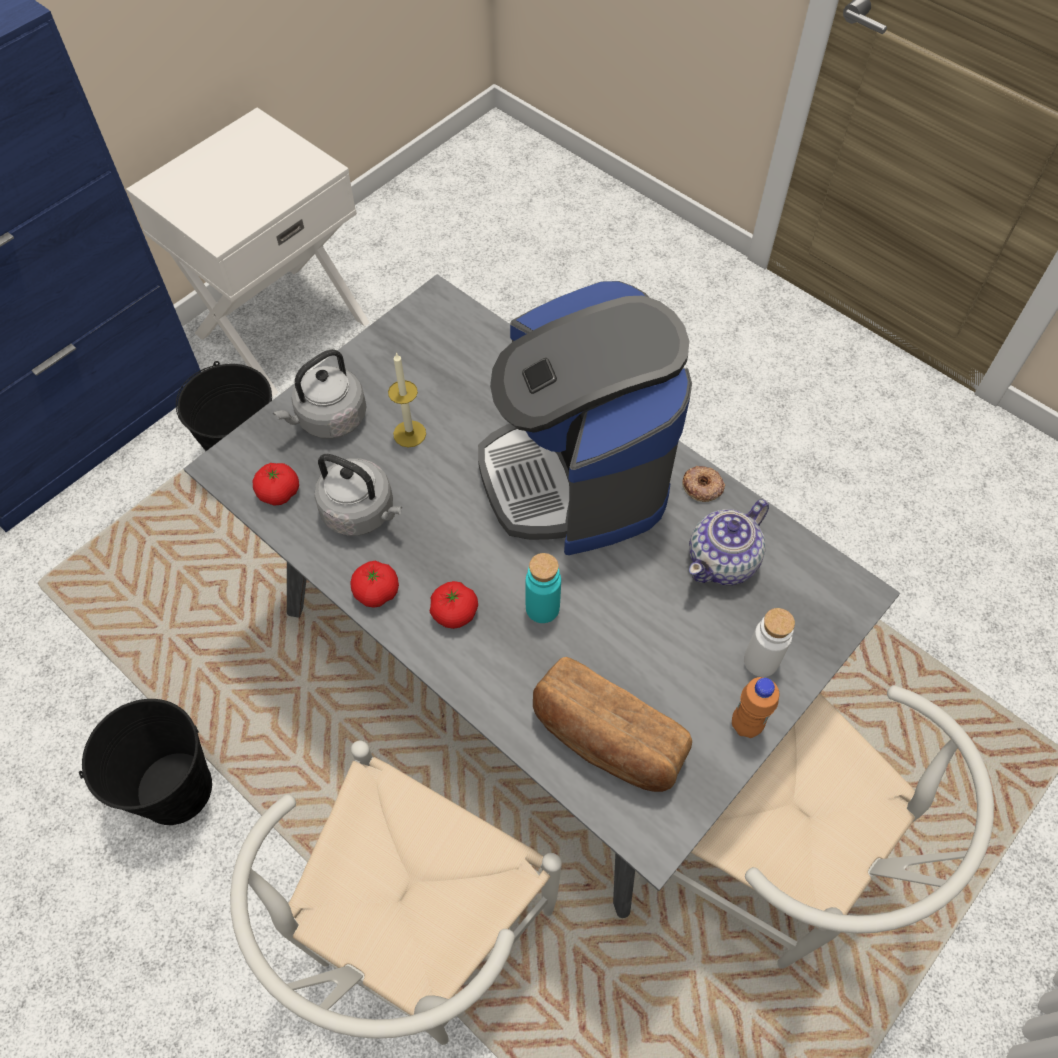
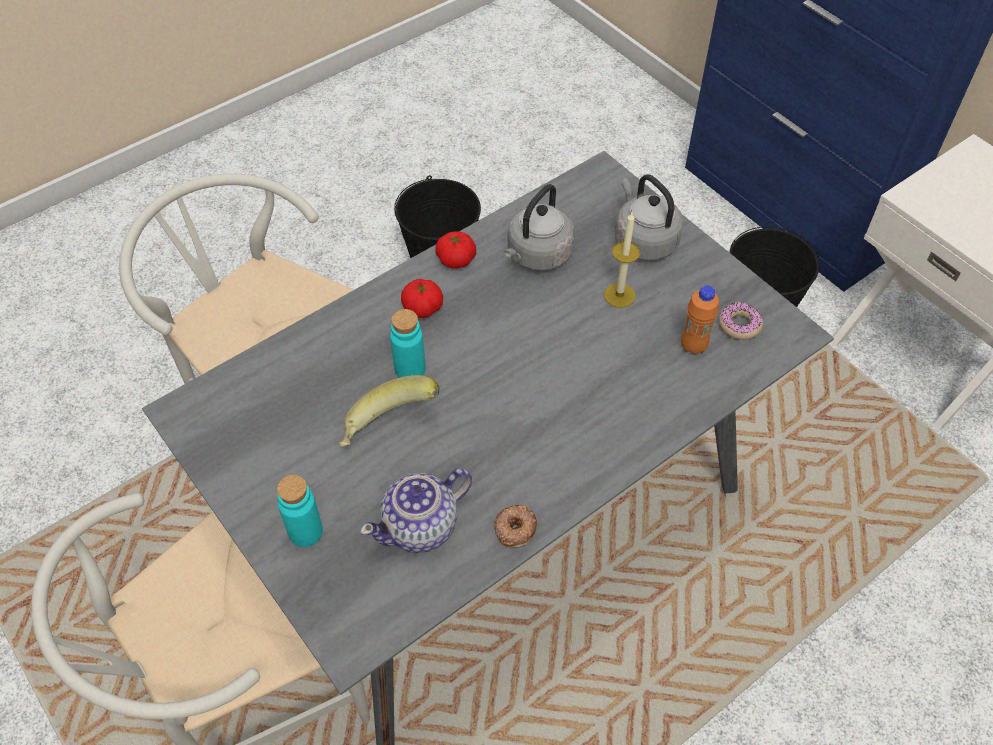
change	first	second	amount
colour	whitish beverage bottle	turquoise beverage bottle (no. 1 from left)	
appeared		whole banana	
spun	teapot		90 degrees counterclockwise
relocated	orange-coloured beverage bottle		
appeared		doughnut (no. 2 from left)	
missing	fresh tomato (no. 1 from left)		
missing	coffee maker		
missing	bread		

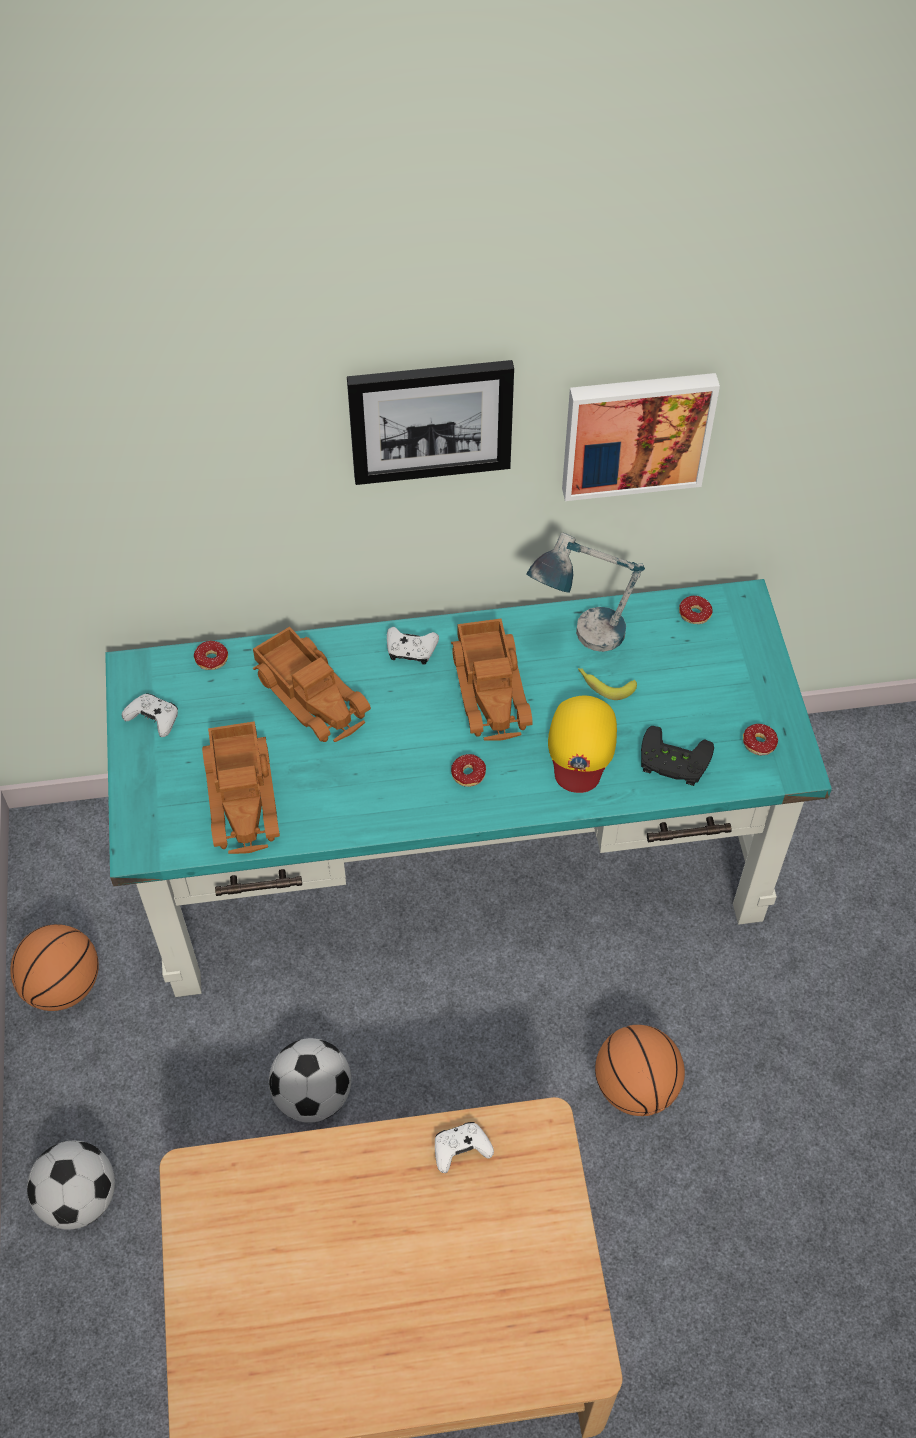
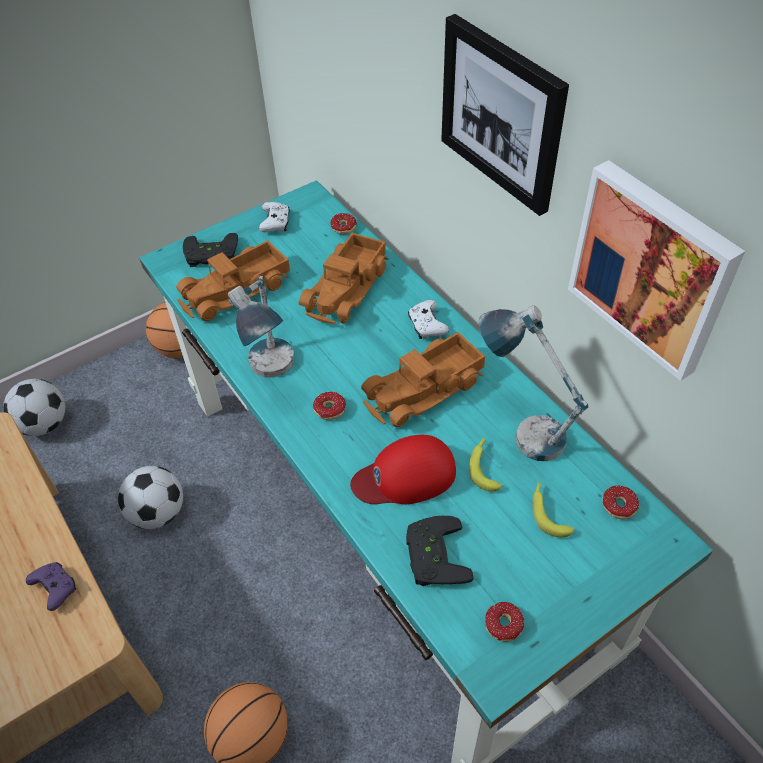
change	first	second	amount
colour	whitish game controller (no. 3 from left)	purple game controller	
appeared		black-coloured game controller (no. 1 from left)	
appeared		lamp for a table (no. 1 from left)	
colour	yellow-coloured peaked cap	reddish peaked cap	
appeared		whole banana (no. 2 from left)	

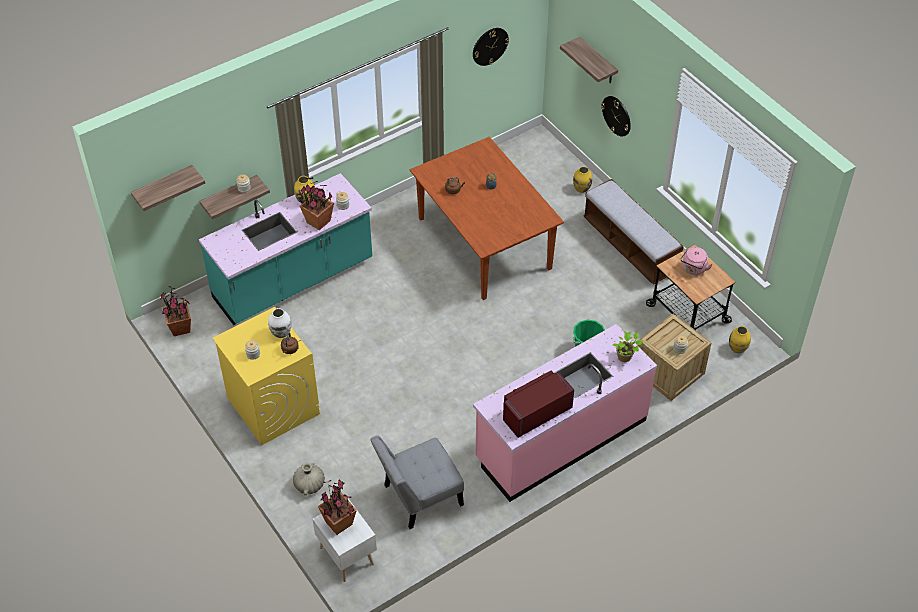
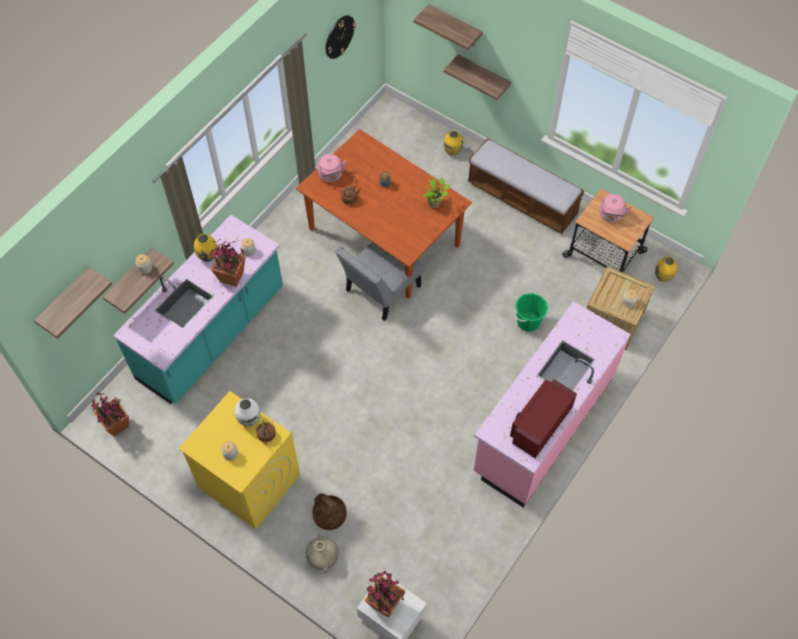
change	first	second	amount
appeared		household basket	
appeared		pink-coloured tea kettle (no. 1 from left)	
relocated	greyish plain chair		
relocated	houseplant (no. 4 from left)		
exchanged	wall clock (no. 2 from left)	wall shelf (no. 4 from left)	

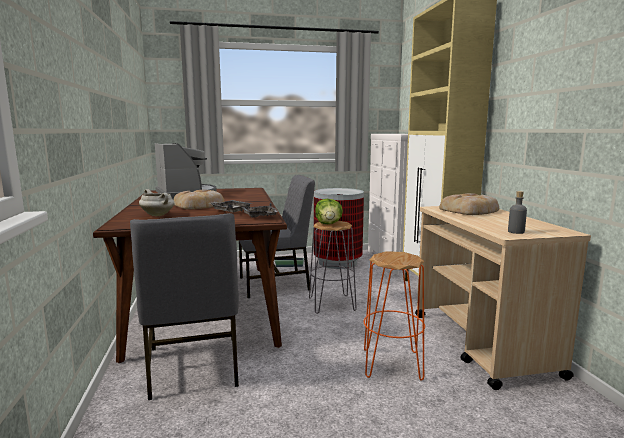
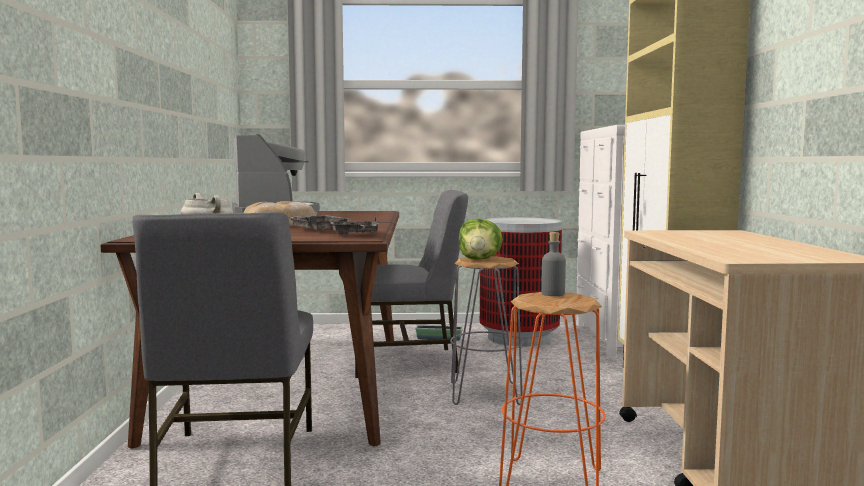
change	first	second	amount
relocated	greyish beverage bottle		
missing	bread (no. 2 from left)		

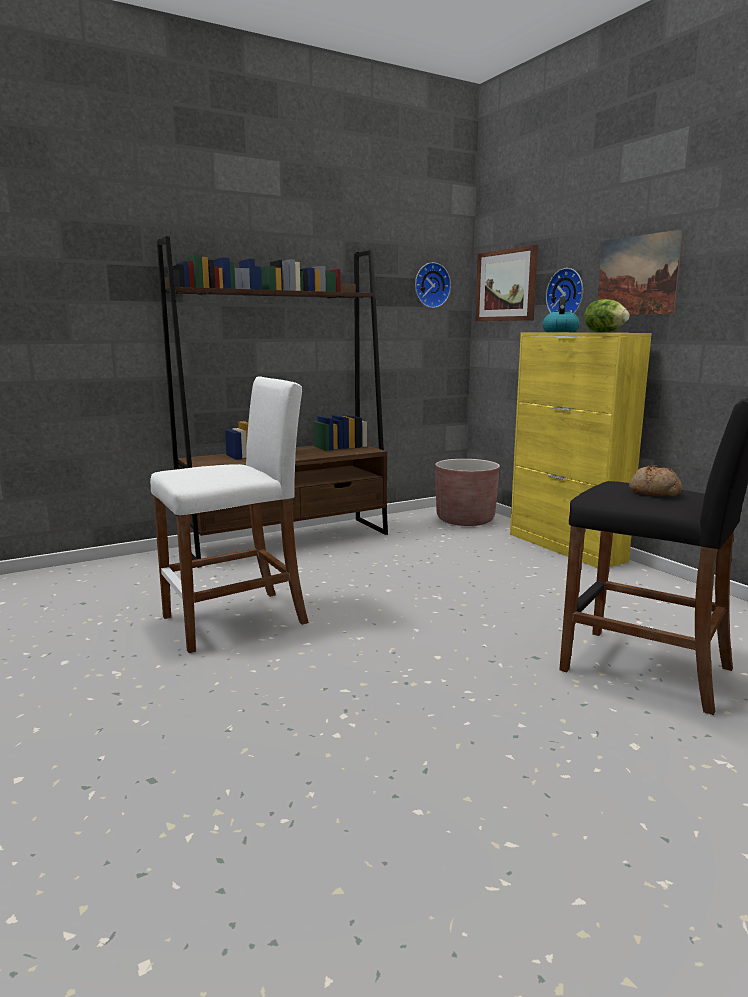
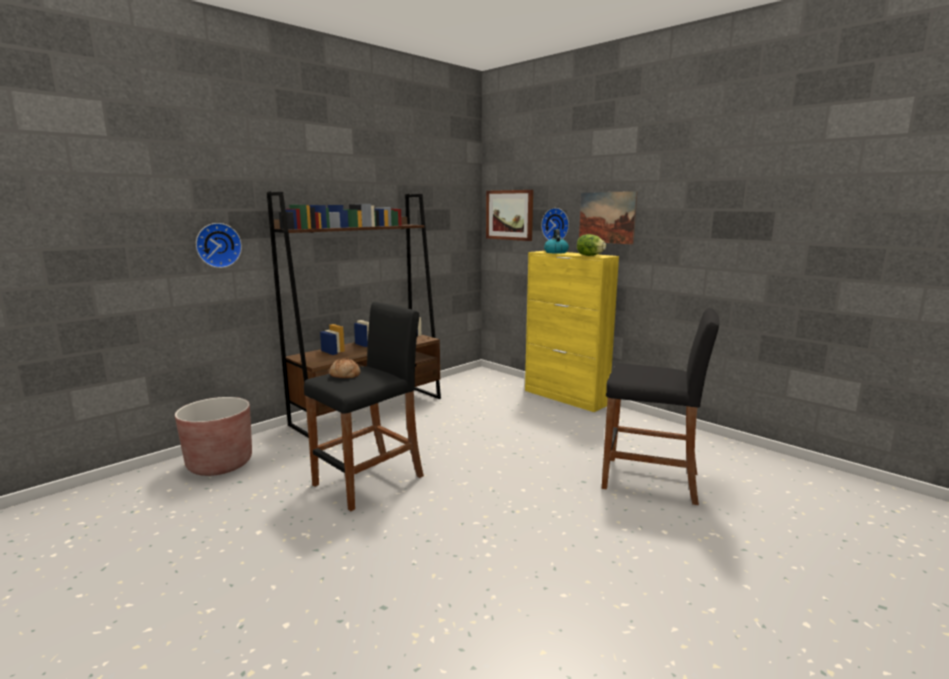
change	first	second	amount
relocated	brown-coloured planter		
relocated	wall clock (no. 1 from left)		
colour	whitish sitting stool	black-coloured sitting stool (no. 1 from left)	
relocated	bread		

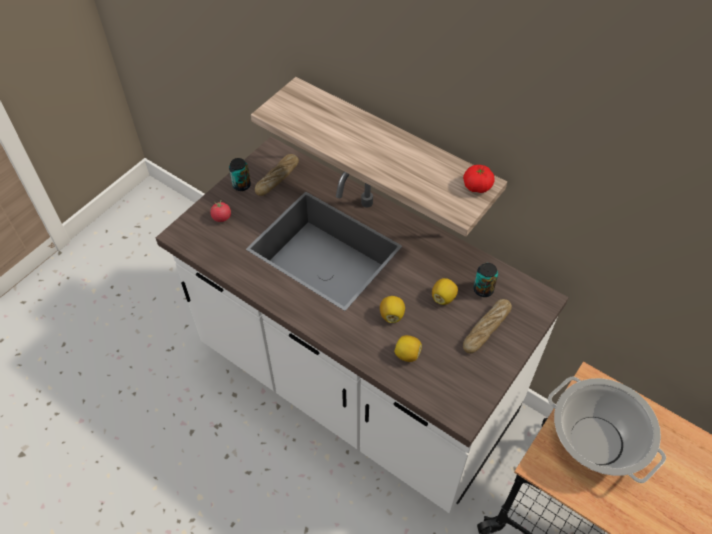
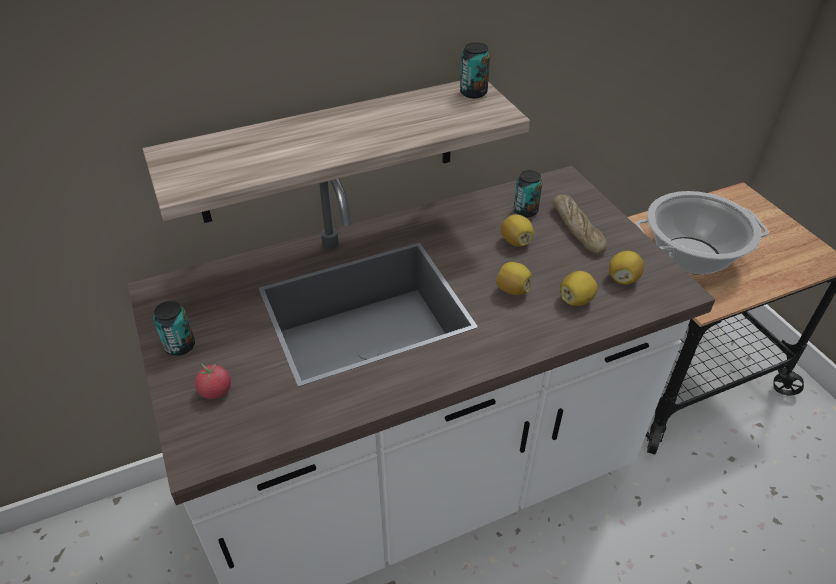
change	first	second	amount
exchanged	fresh tomato (no. 2 from left)	sealed can (no. 2 from left)	
appeared		citrus fruit (no. 4 from left)	
missing	bread (no. 1 from left)		

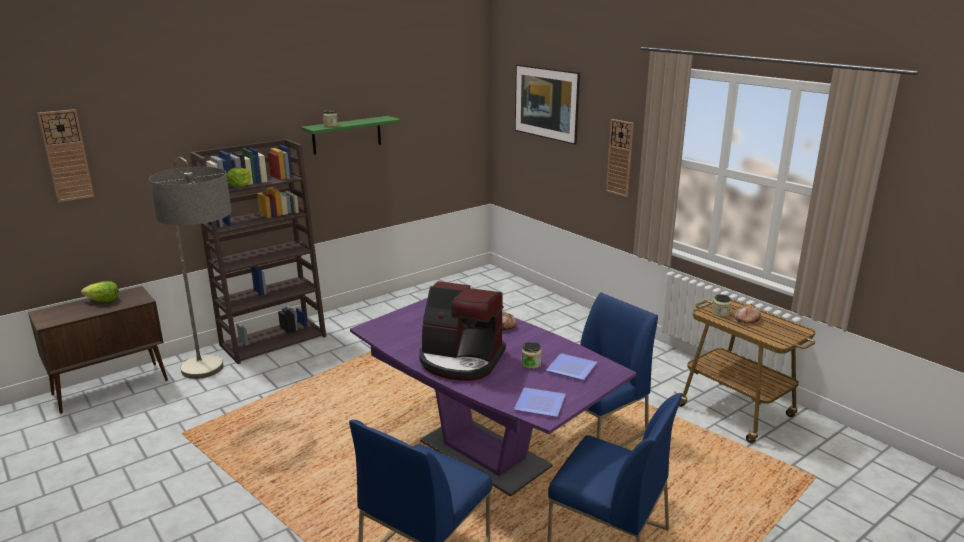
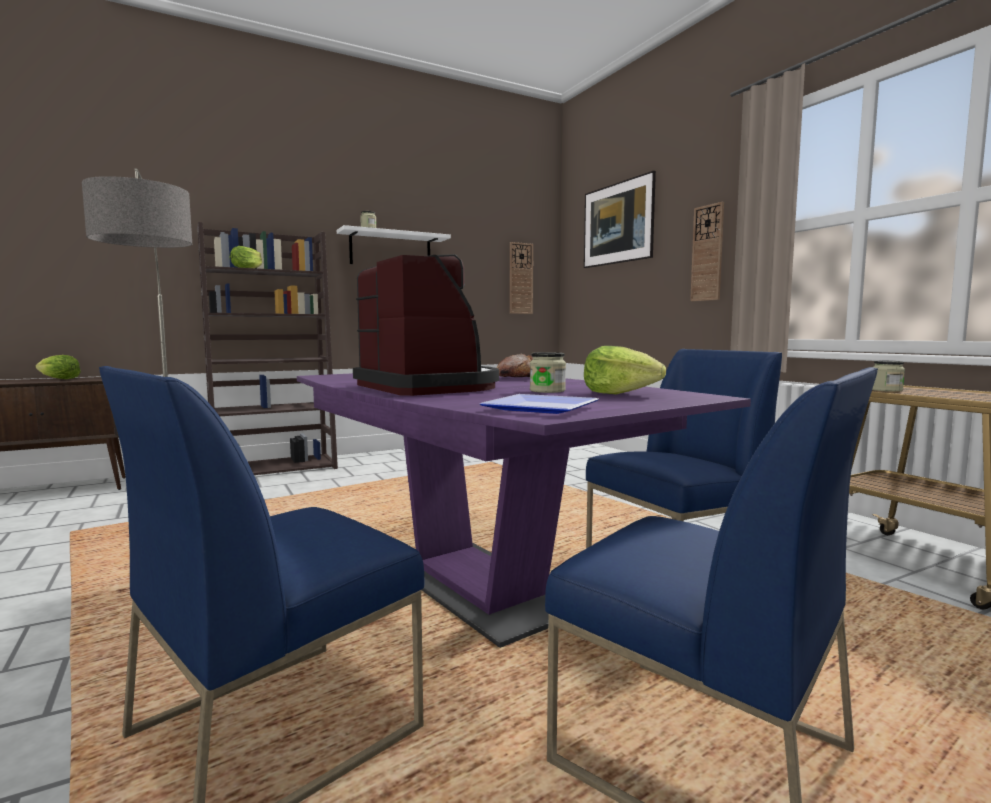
change	first	second	amount
colour	greenish wall shelf	whitish wall shelf	
spun	coffee maker		150 degrees counterclockwise
relocated	wall clock (no. 1 from left)		
exchanged	dinner plate (no. 2 from left)	head of lettuce (no. 3 from left)	
missing	bread (no. 2 from left)		

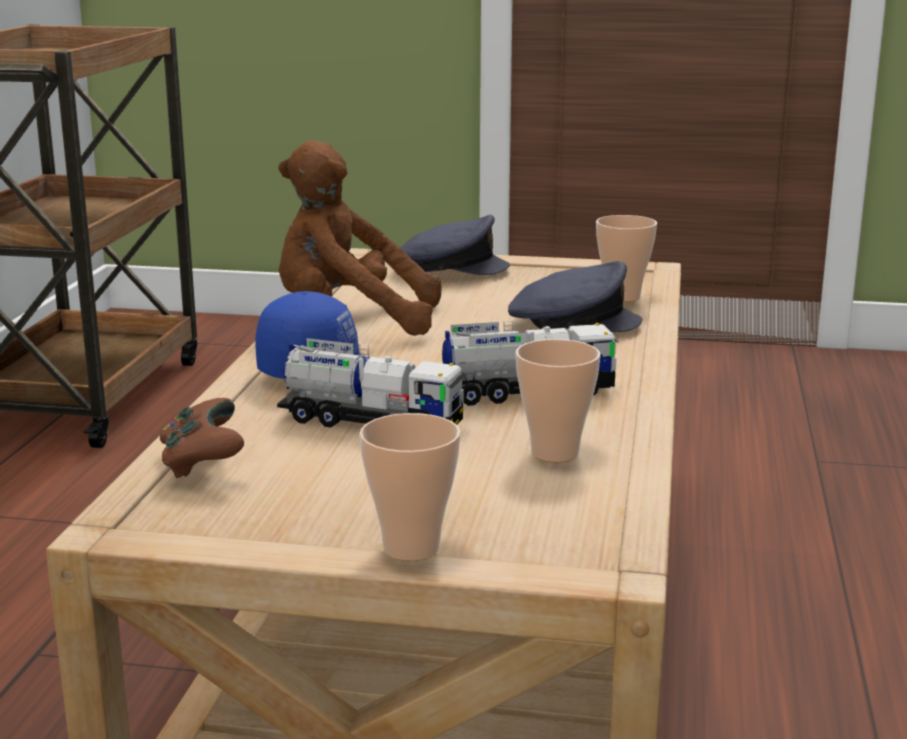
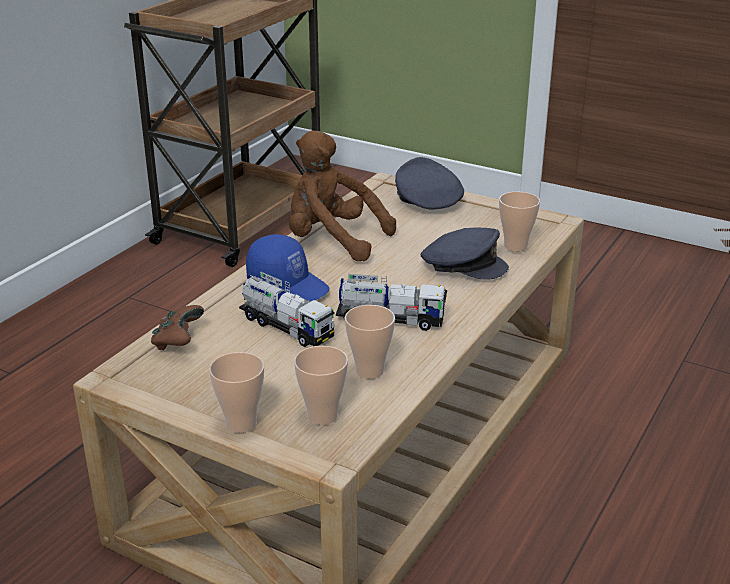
change	first	second	amount
appeared		drinking cup (no. 2 from left)	
spun	greyish peaked cap (no. 1 from left)		135 degrees counterclockwise

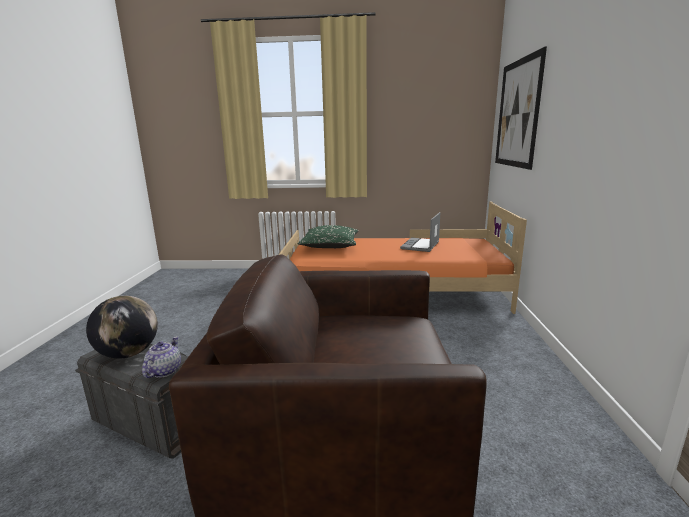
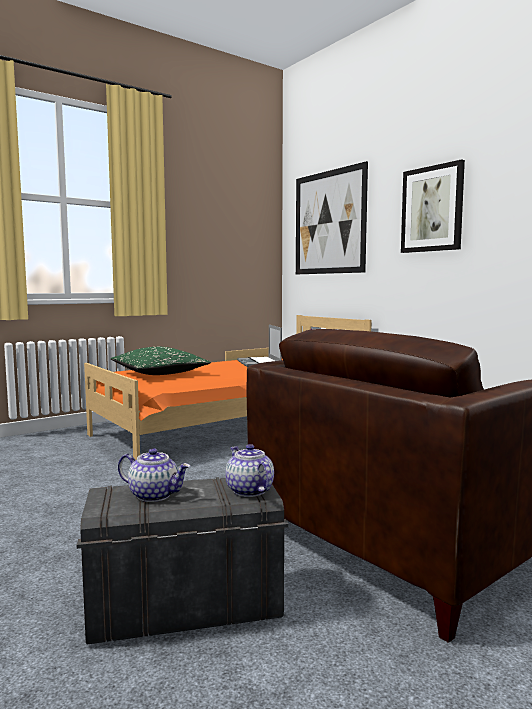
change	first	second	amount
exchanged	world globe	teapot (no. 1 from left)	
appeared		wall picture (no. 2 from left)	

